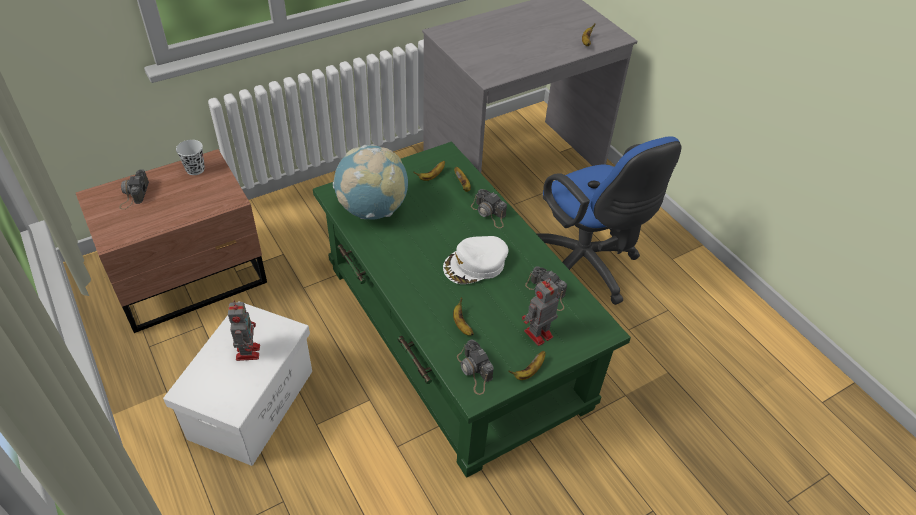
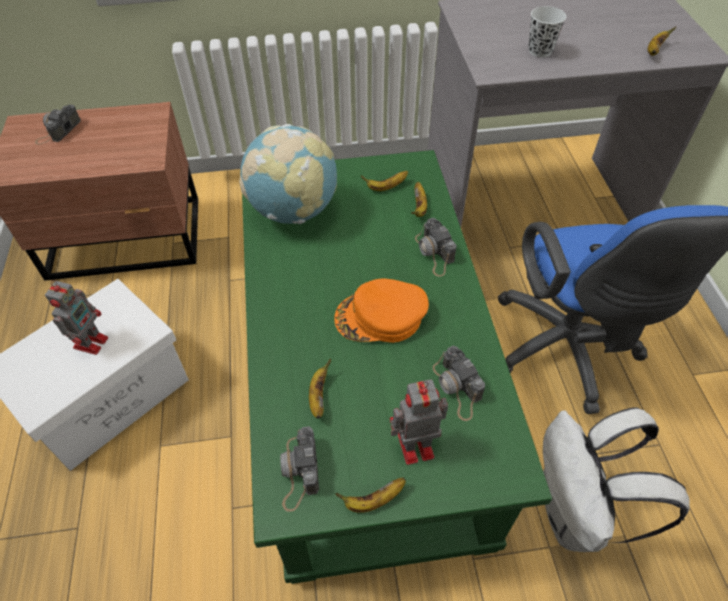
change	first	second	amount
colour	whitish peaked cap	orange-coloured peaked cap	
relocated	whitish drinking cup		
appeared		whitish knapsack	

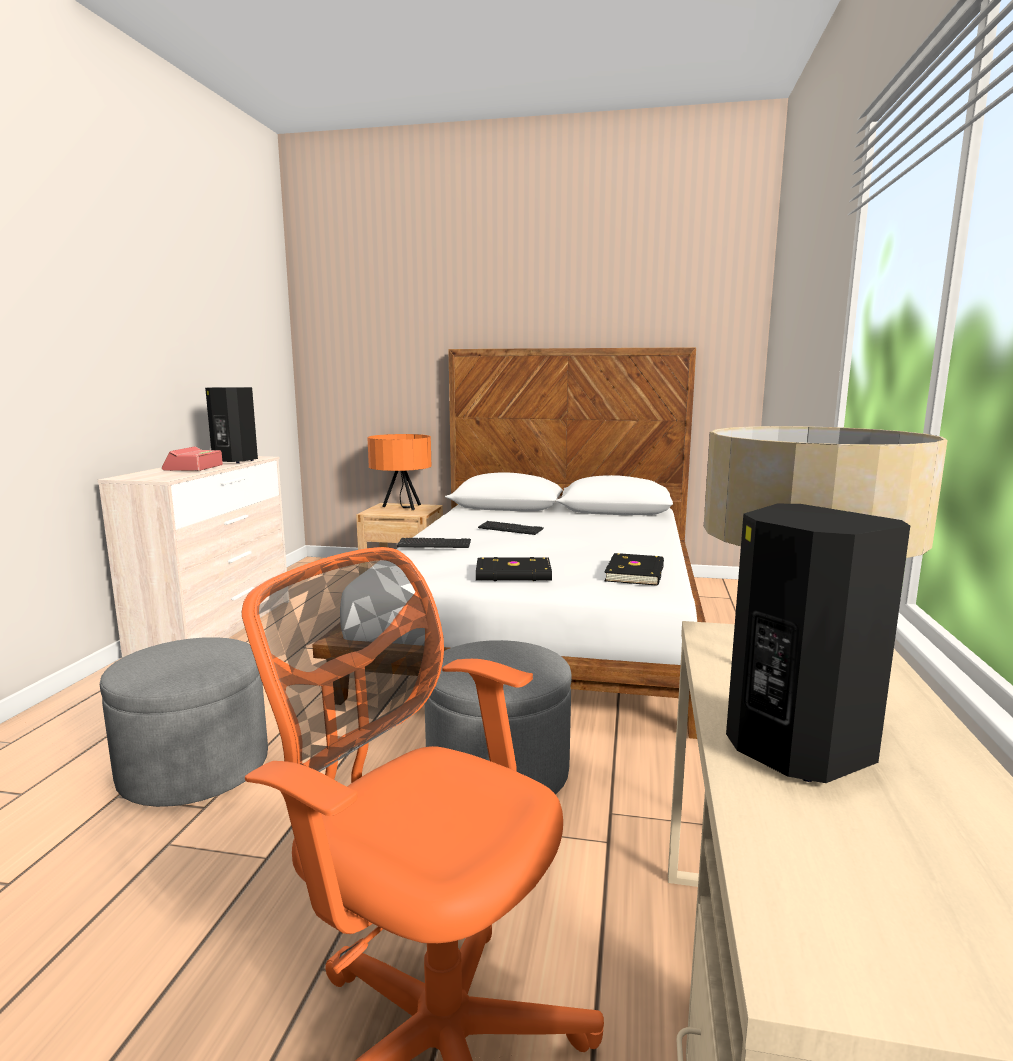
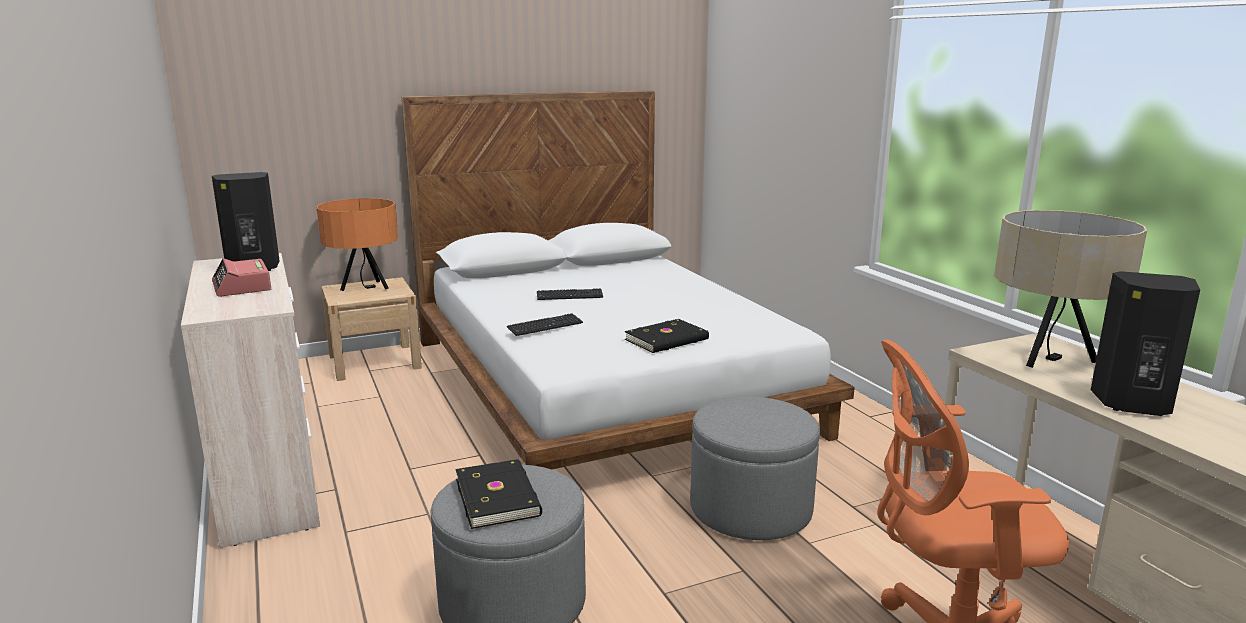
change	first	second	amount
relocated	black-coloured bound book (no. 2 from left in the first image)	black-coloured bound book (no. 1 from left)	

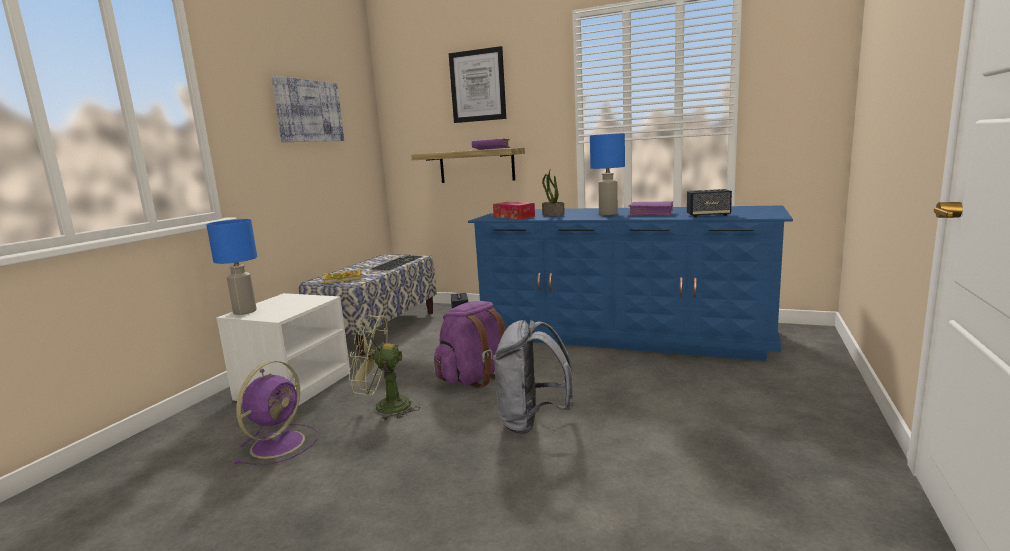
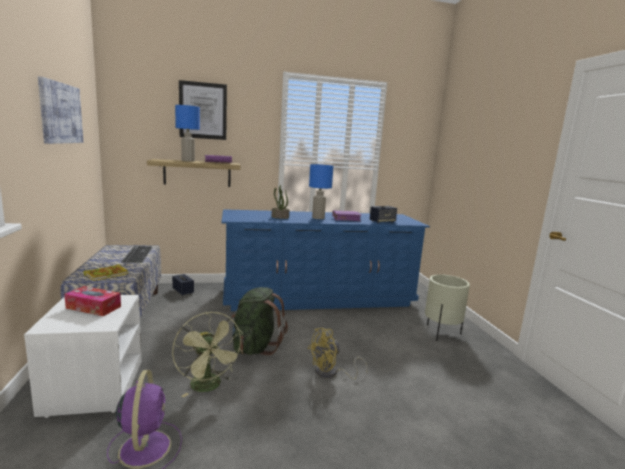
change	first	second	amount
relocated	box of tissues		
spun	greenish cooling fan		90 degrees counterclockwise
relocated	bluish lamp for a table (no. 1 from left)		
colour	purple knapsack	greenish knapsack	
exchanged	greyish knapsack	yellow-coloured cooling fan	
appeared		beige-coloured planter	

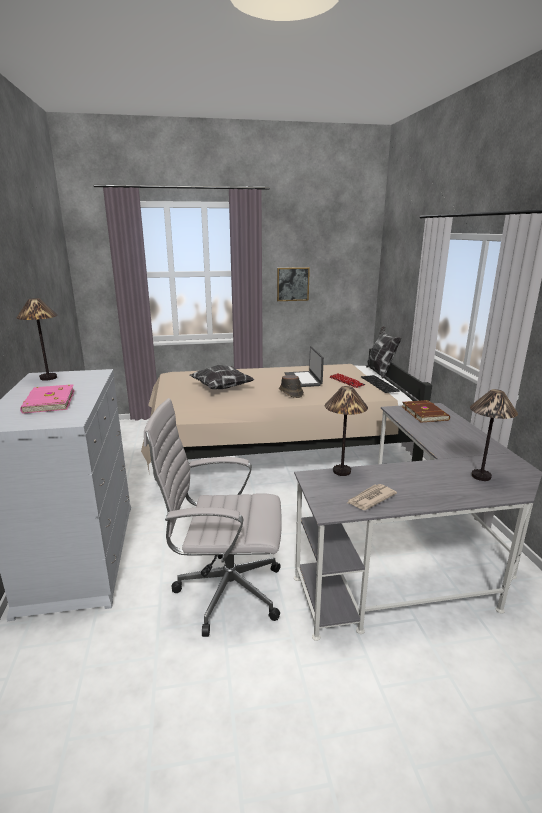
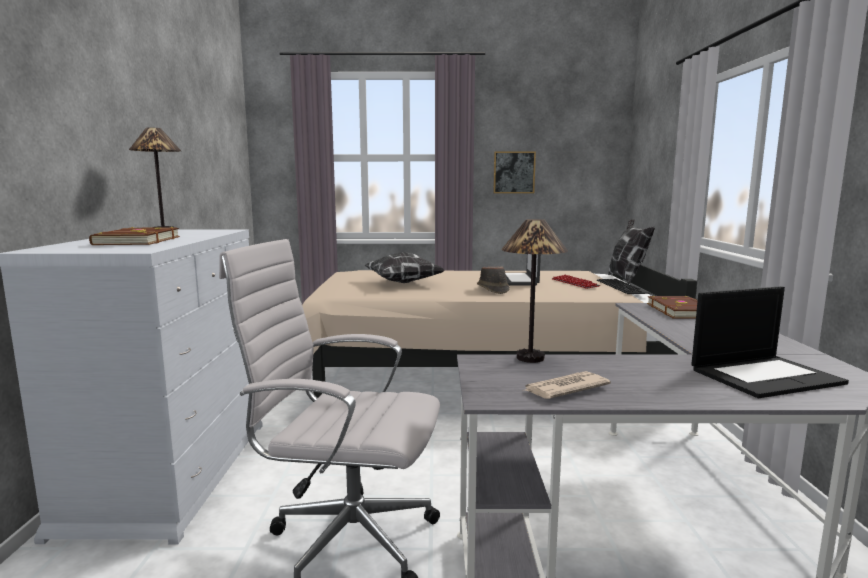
change	first	second	amount
colour	pink-coloured bound book	brown-coloured bound book (no. 1 from left)	
exchanged	lamp for a table (no. 3 from left)	portable computer (no. 2 from left)	

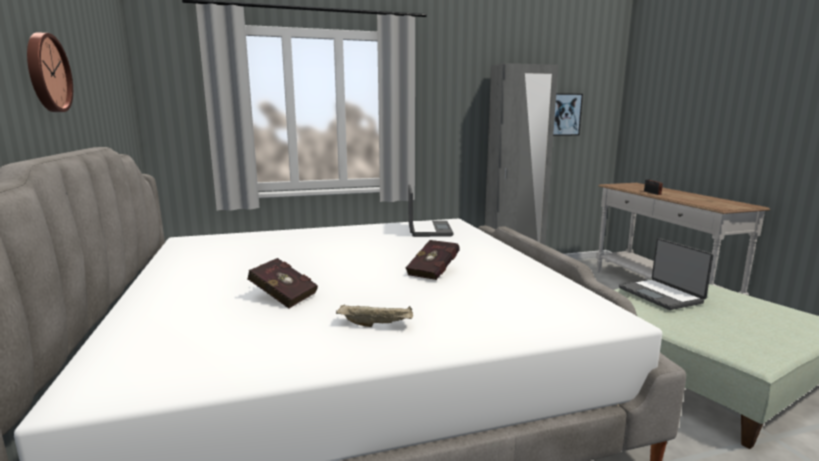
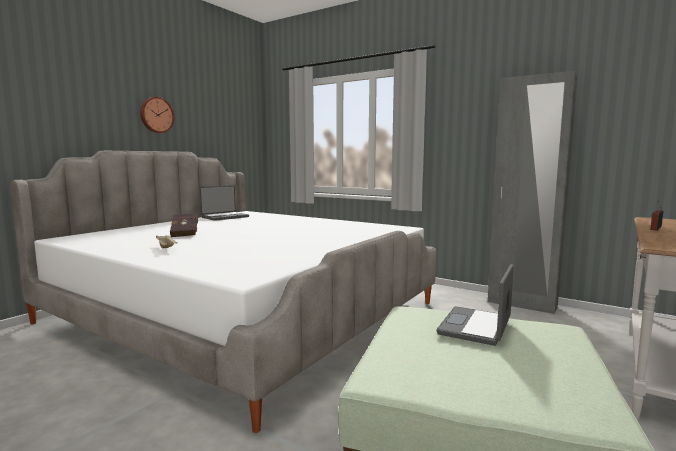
change	first	second	amount
relocated	portable computer (no. 1 from left)		
missing	reddish bound book (no. 2 from left)		
missing	wall picture		

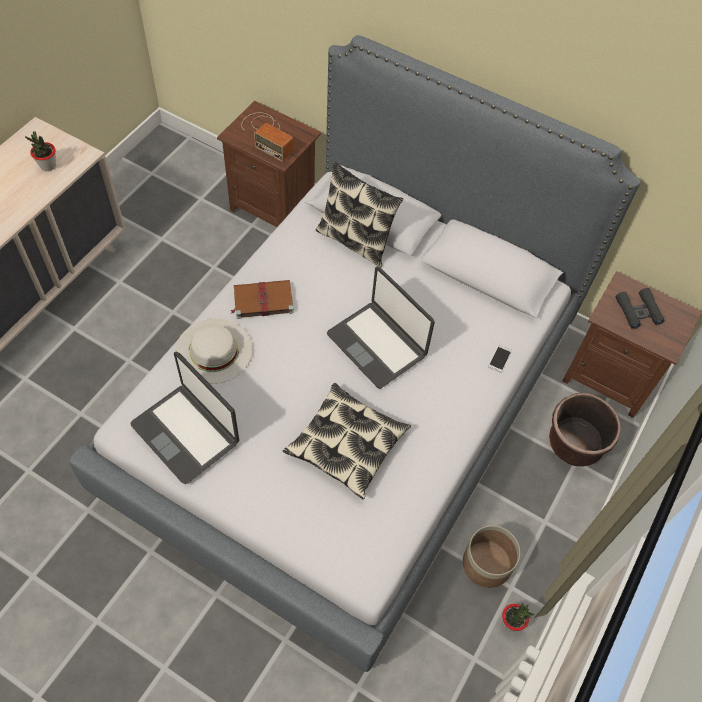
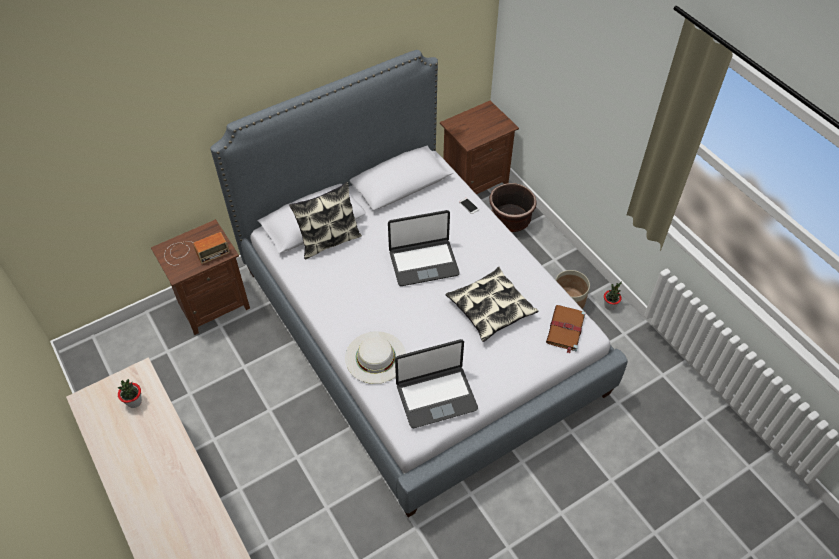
change	first	second	amount
relocated	brown-coloured bound book		
missing	black-coloured binoculars		

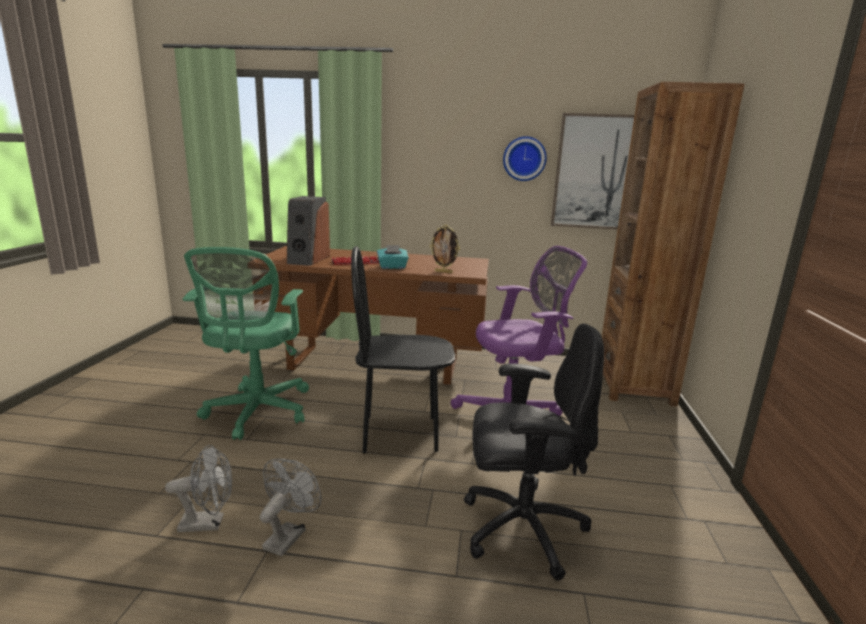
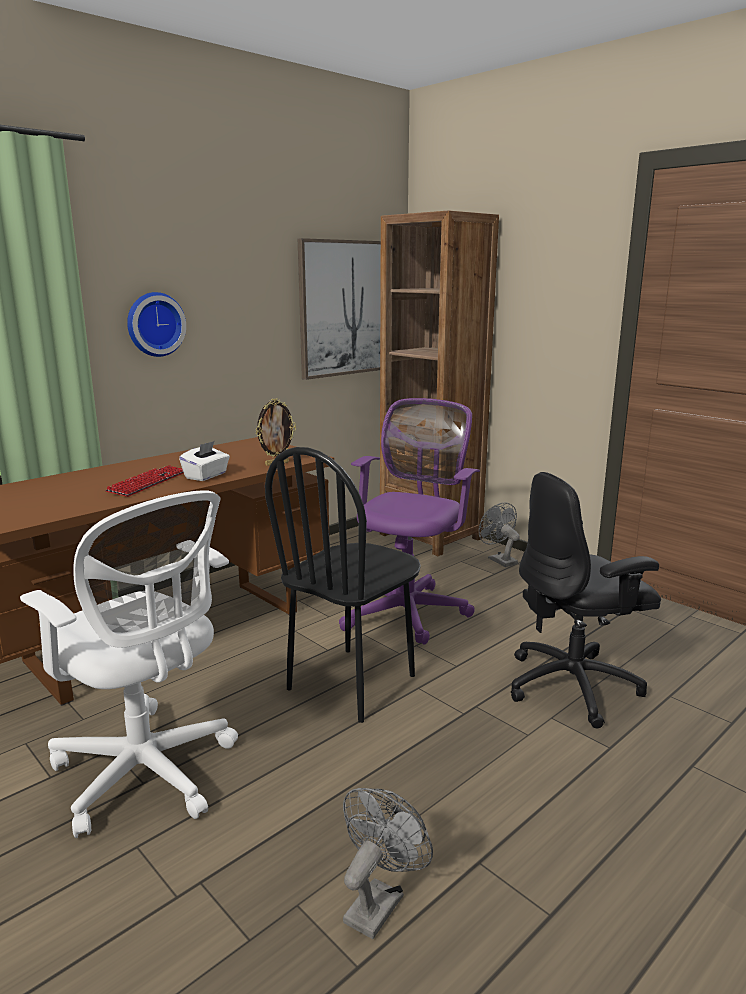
change	first	second	amount
colour	greenish office chair	whitish office chair	
relocated	wall clock		
colour	turquoise box of tissues	whitish box of tissues	
relocated	greyish cooling fan (no. 2 from left)		
spun	black-coloured office chair		150 degrees counterclockwise
missing	speaker		

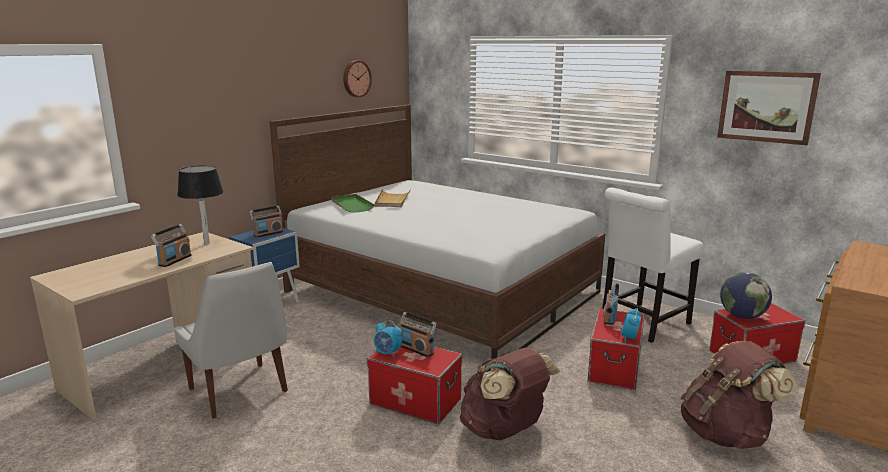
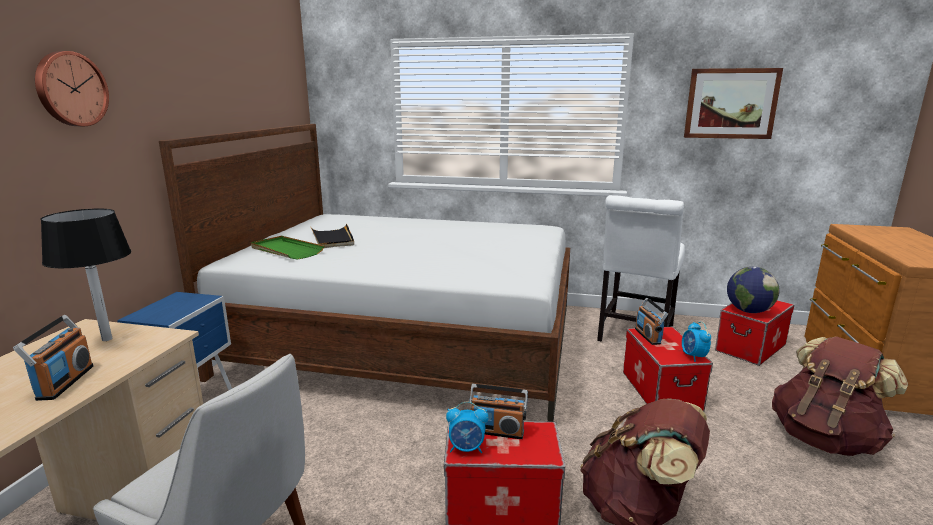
change	first	second	amount
relocated	wall clock		
colour	beige-coloured carrying tray	black-coloured carrying tray	
missing	radio receiver (no. 2 from left)		

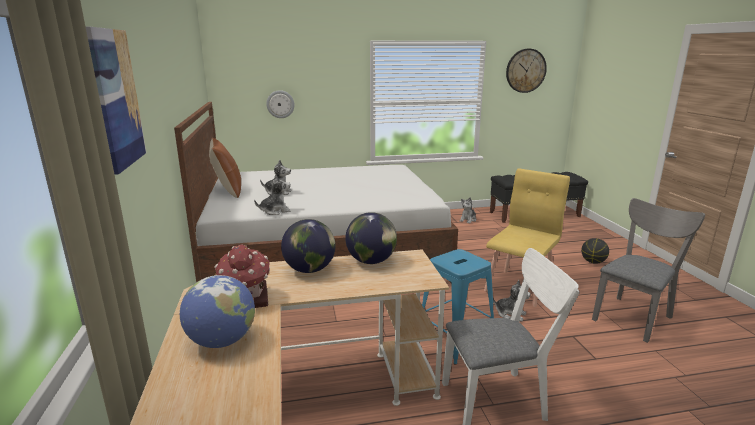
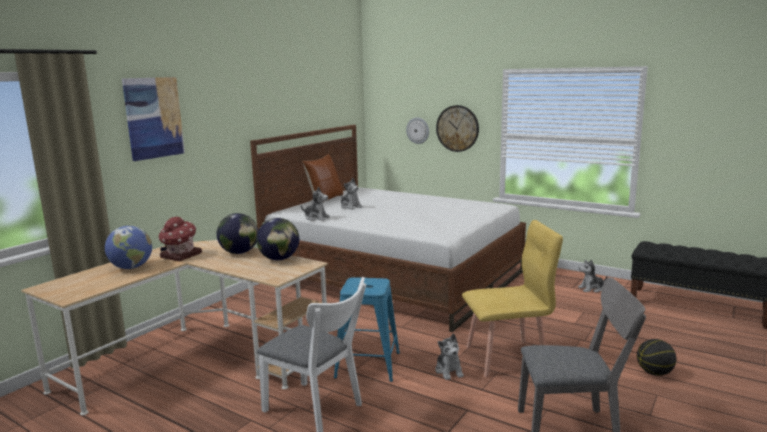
change	first	second	amount
relocated	wall clock (no. 2 from left)		

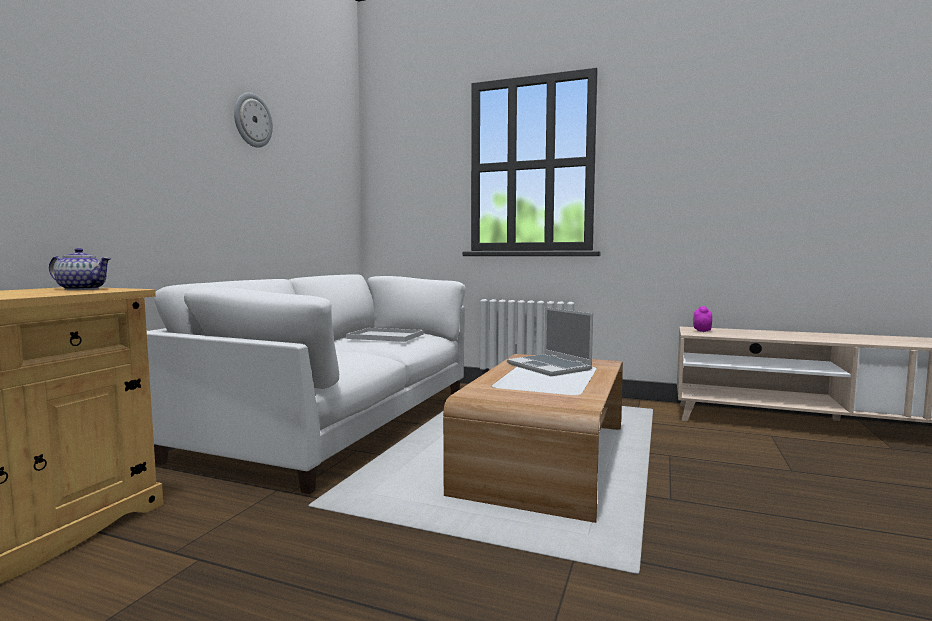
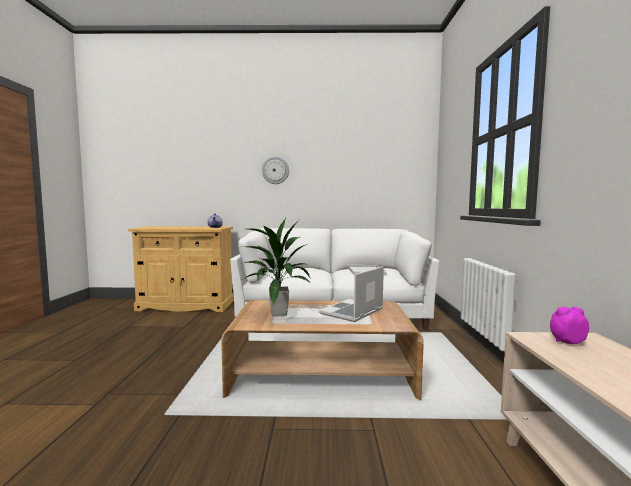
change	first	second	amount
appeared		houseplant	
relocated	wall clock		

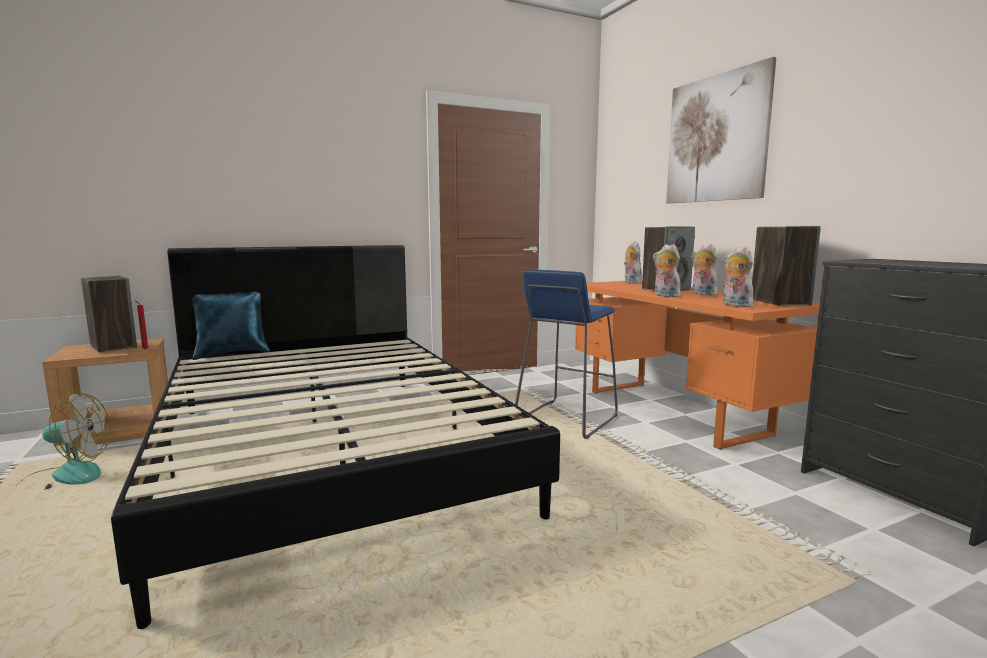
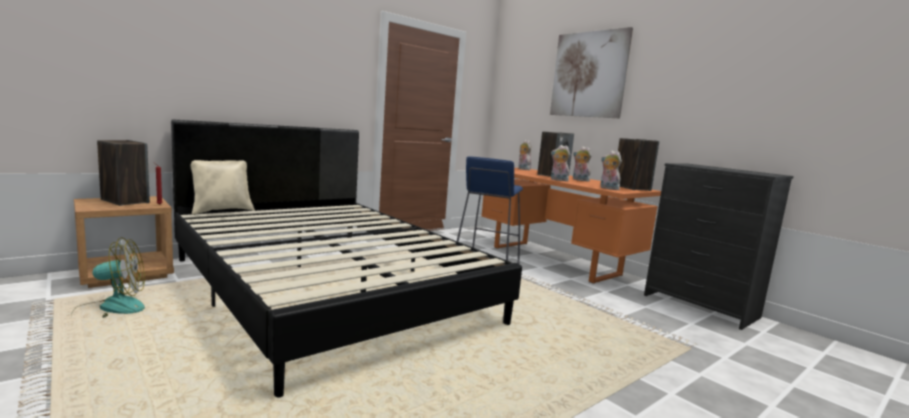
change	first	second	amount
colour	bluish pillow	beige-coloured pillow	

